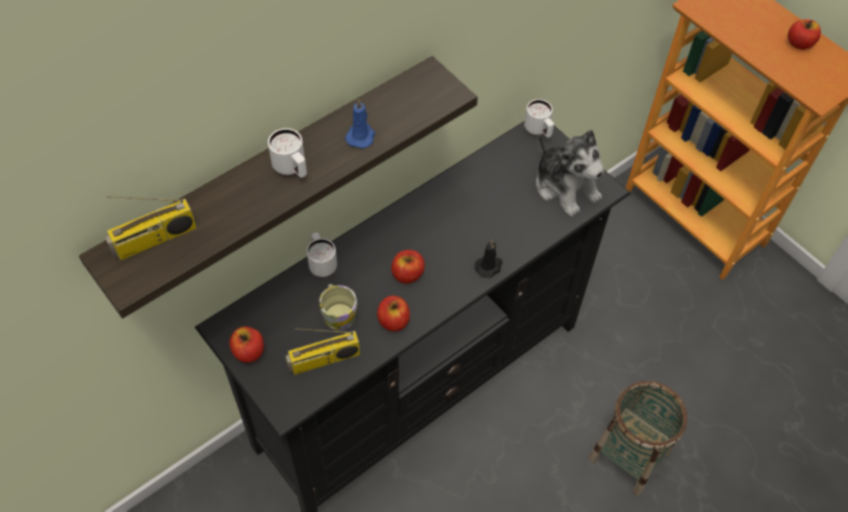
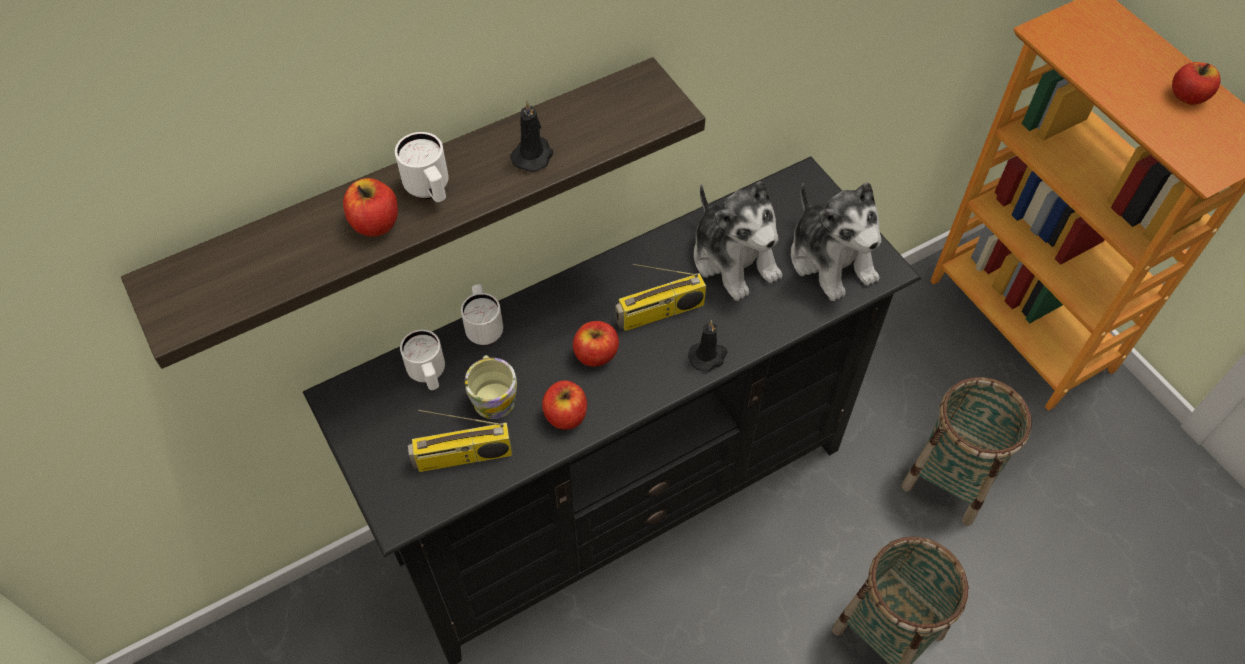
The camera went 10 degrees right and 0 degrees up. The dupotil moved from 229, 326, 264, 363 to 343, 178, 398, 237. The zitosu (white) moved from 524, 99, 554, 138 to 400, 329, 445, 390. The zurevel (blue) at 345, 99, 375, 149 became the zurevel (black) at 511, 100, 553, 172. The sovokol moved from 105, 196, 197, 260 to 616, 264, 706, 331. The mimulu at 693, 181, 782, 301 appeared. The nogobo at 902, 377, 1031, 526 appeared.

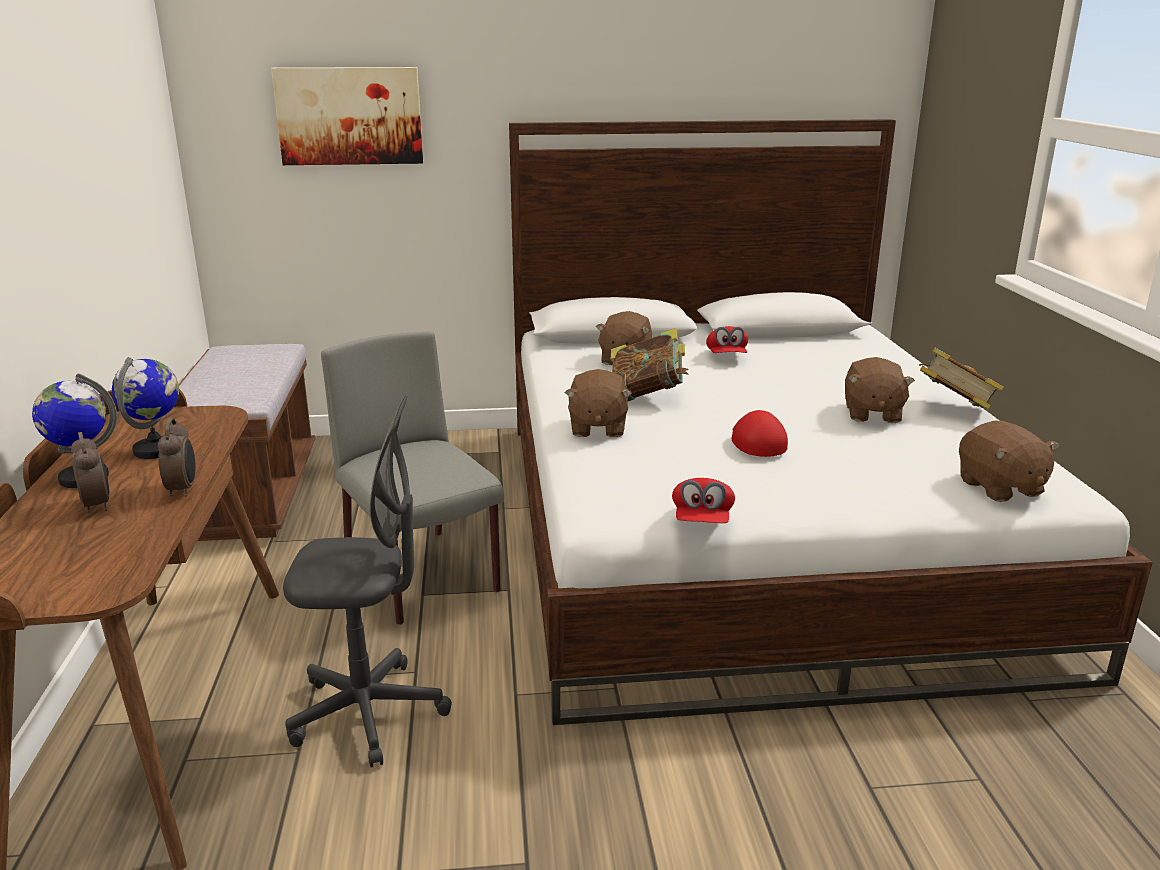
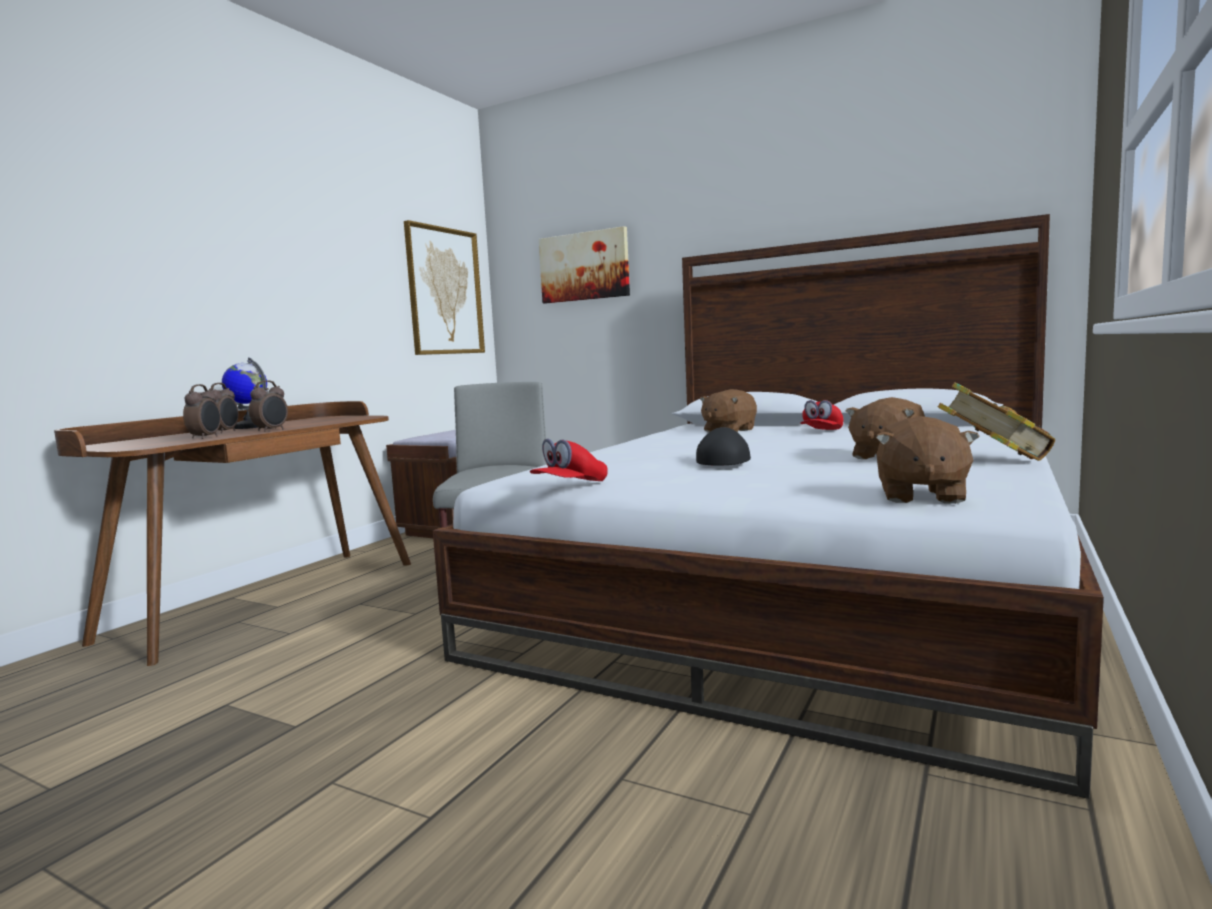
The camera went 35 degrees right and 15 degrees down. The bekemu at 183, 384, 221, 439 appeared. The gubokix at 404, 220, 485, 355 appeared. The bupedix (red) at 731, 410, 788, 457 became the bupedix (black) at 696, 427, 751, 466. The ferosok at 112, 357, 179, 459 disappeared. The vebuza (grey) at 283, 396, 452, 767 disappeared. The mimulu (brown) at 565, 369, 632, 437 disappeared. The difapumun at 611, 328, 688, 401 disappeared.

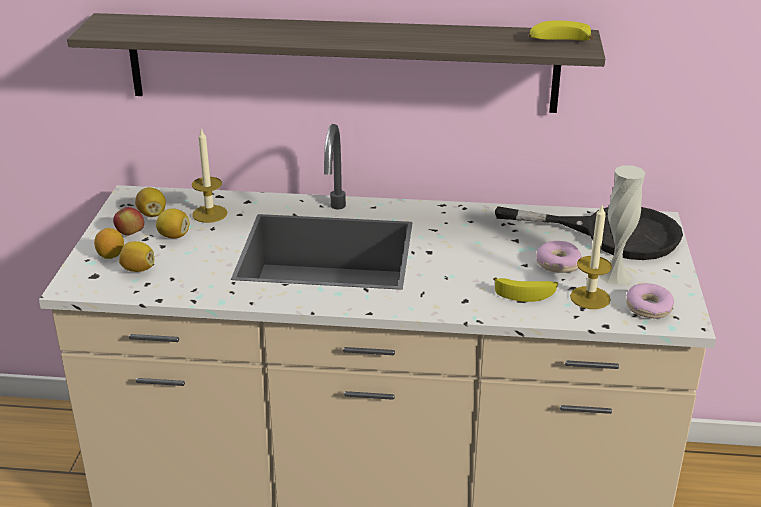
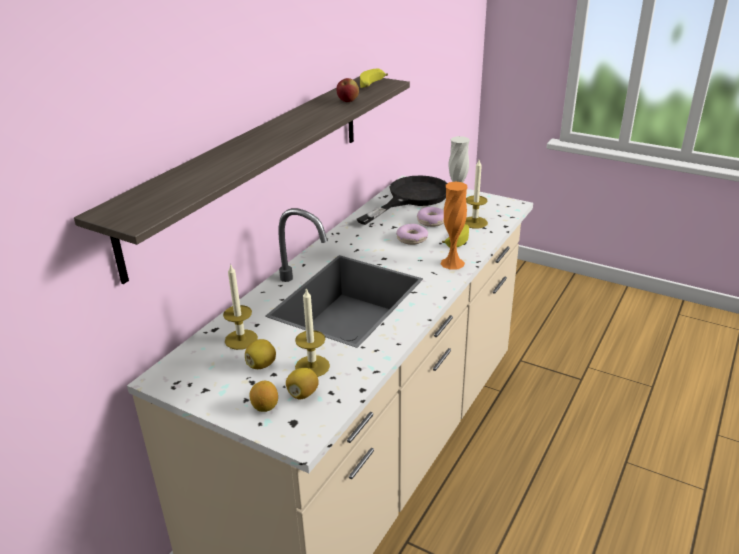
The camera went 65 degrees left and 0 degrees up. The zurevel at 295, 288, 330, 377 appeared. The dupotil moved from 113, 207, 144, 236 to 337, 78, 359, 102. The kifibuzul moved from 626, 283, 674, 318 to 396, 224, 428, 245. The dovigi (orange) at 440, 181, 468, 270 appeared. The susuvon at 135, 187, 166, 217 disappeared.

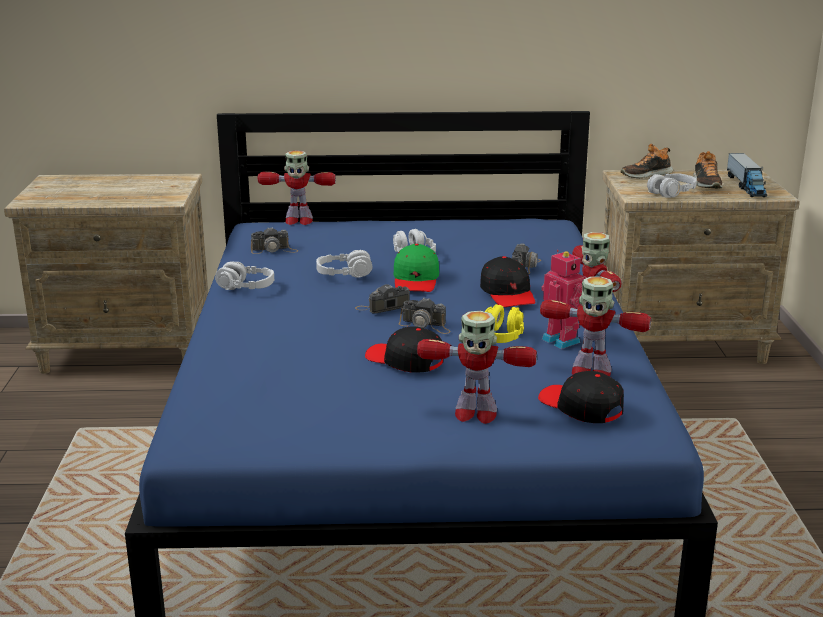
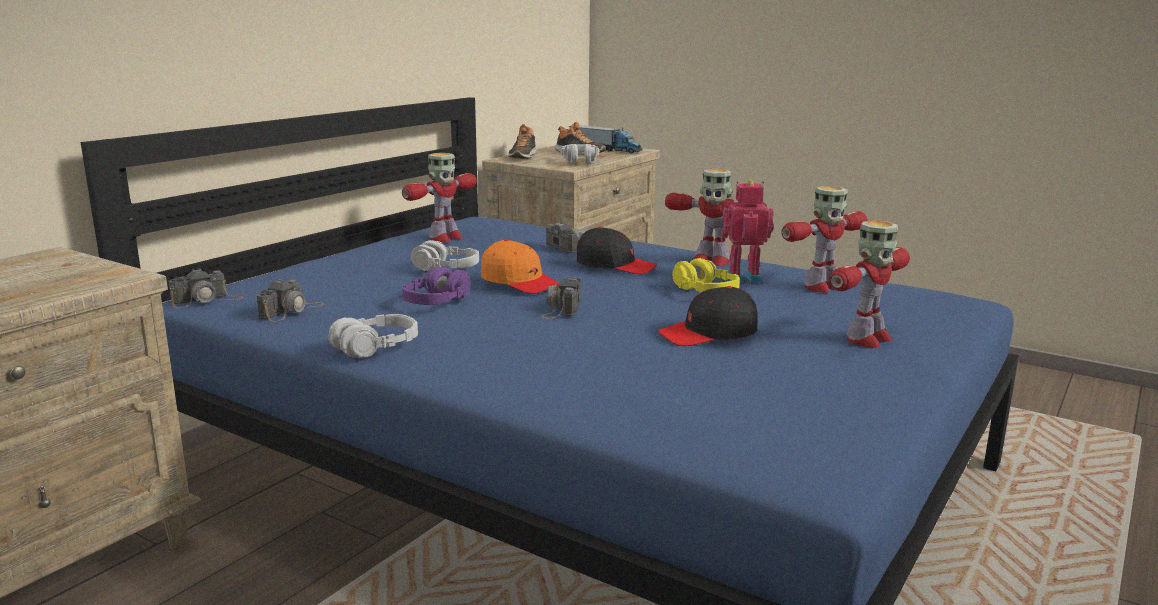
The camera went 55 degrees left and 5 degrees down. The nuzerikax moved from 399, 297, 451, 334 to 169, 268, 243, 308. The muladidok moved from 258, 150, 336, 225 to 402, 153, 477, 242. The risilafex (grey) at 316, 250, 372, 278 became the risilafex (purple) at 402, 267, 471, 305. The bupedix (green) at 393, 244, 439, 292 became the bupedix (orange) at 481, 239, 560, 294. The bupedix (black) at 538, 371, 624, 423 disappeared.

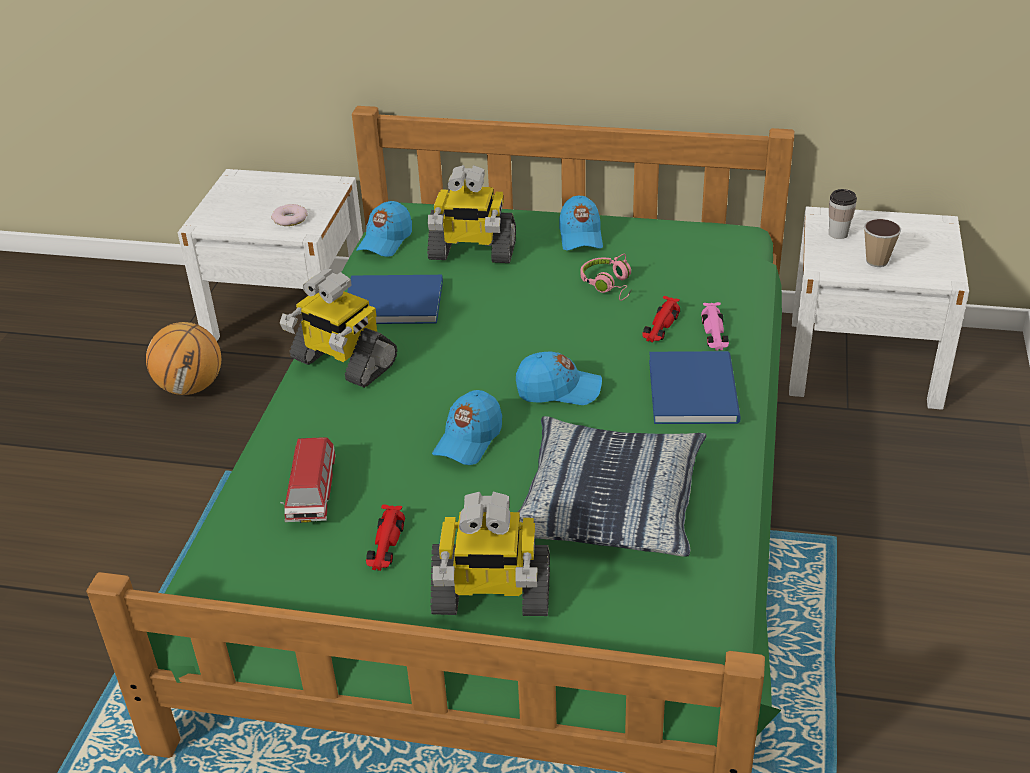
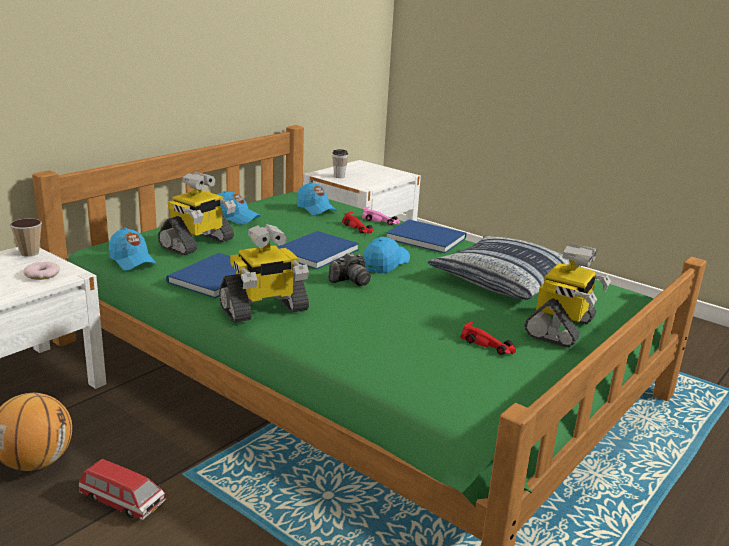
The camera went 65 degrees left and 15 degrees down. The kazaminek moved from 864, 219, 901, 267 to 10, 219, 42, 257. The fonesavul moved from 280, 437, 336, 523 to 79, 458, 166, 520. The difapumun (blue) at 278, 231, 359, 270 appeared. The bupedix (blue) moved from 432, 390, 502, 465 to 297, 182, 337, 215. The nuzerikax at 328, 252, 371, 286 appeared. The risilafex (pink) at 580, 253, 631, 301 disappeared.

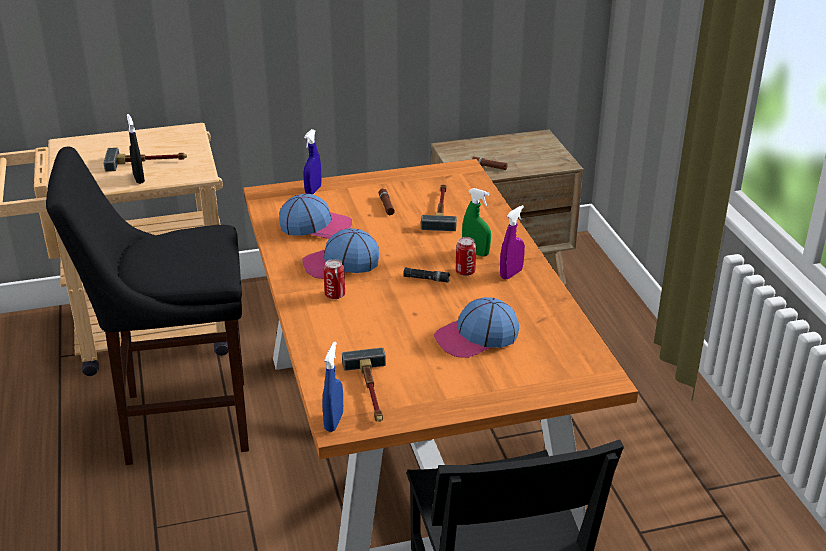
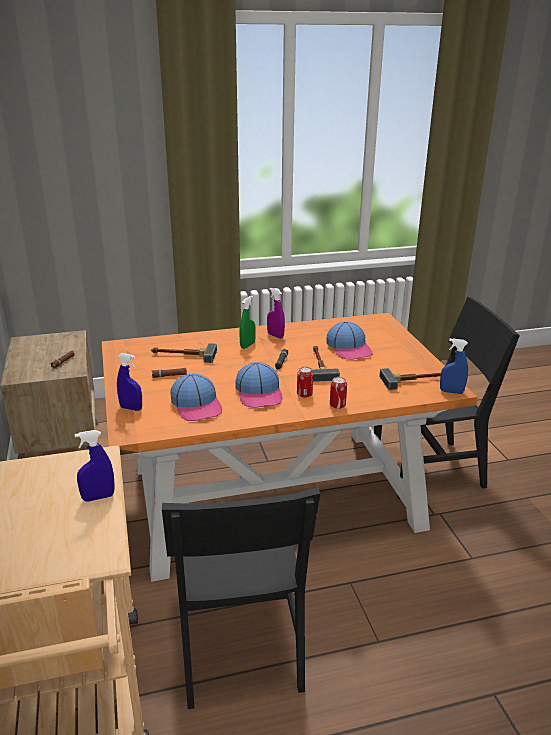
The camera went 90 degrees left and 5 degrees down. The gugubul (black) at 127, 114, 145, 184 became the gugubul (blue) at 75, 430, 114, 502. The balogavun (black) at 46, 147, 249, 465 was replaced by the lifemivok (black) at 162, 488, 320, 709. The bupedix at 279, 194, 352, 239 turned 150 degrees clockwise. The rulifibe moved from 103, 147, 187, 172 to 312, 346, 340, 382. The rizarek moved from 456, 237, 476, 276 to 330, 377, 347, 409.

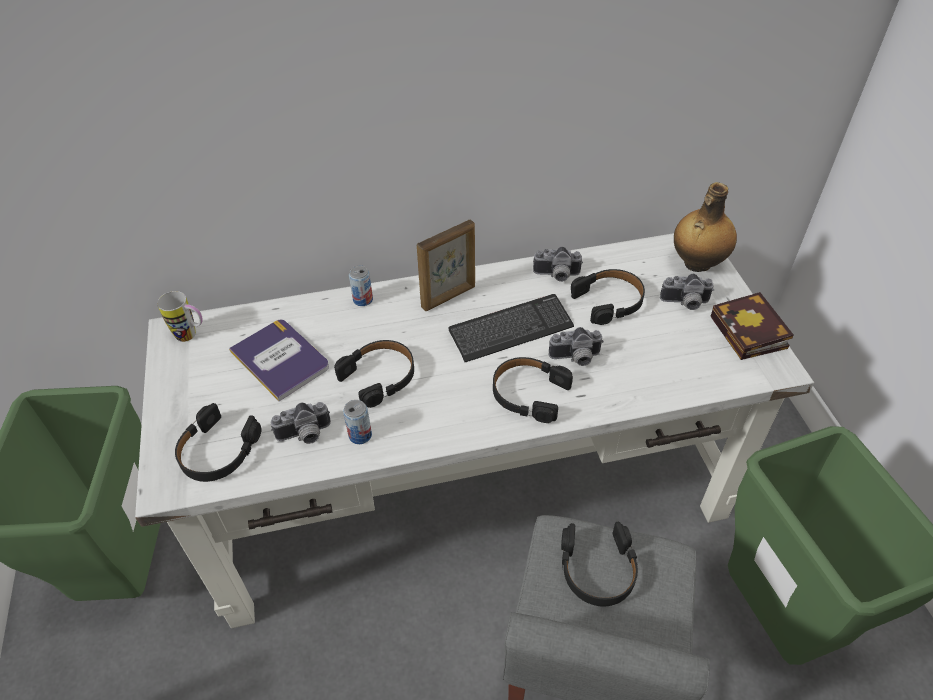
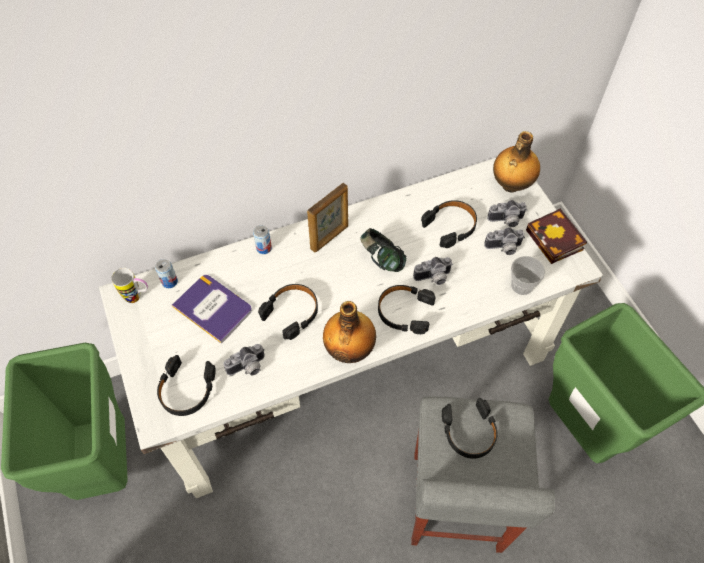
The camera went 10 degrees left and 10 degrees up. The rizarek moved from 343, 400, 372, 444 to 155, 259, 178, 288. The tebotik at 323, 301, 376, 363 appeared. The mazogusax at 449, 294, 574, 362 was replaced by the risilafex at 360, 228, 406, 272. The nuzerikax moved from 533, 247, 583, 282 to 484, 227, 525, 255. The kazaminek at 511, 256, 545, 295 appeared.

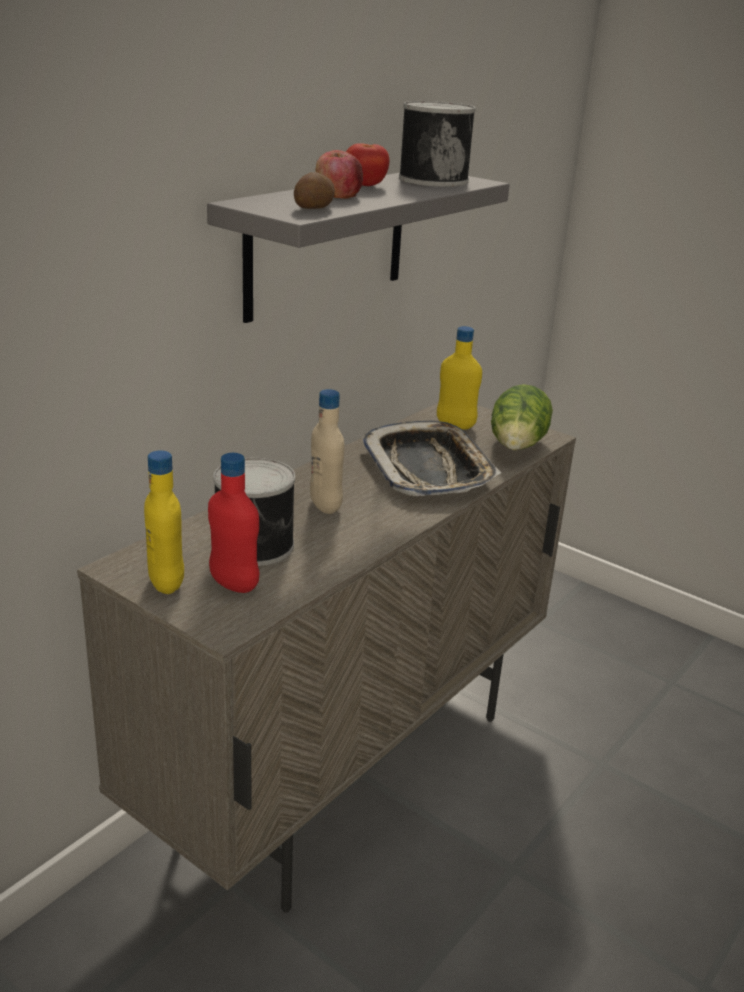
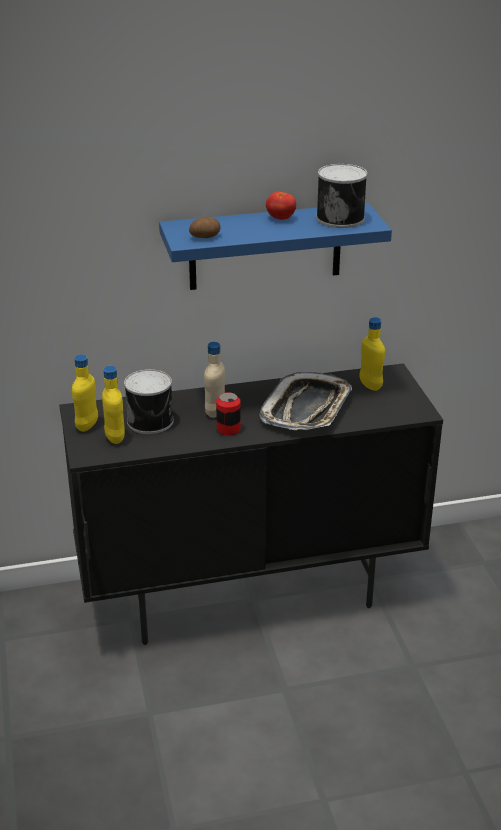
The camera went 40 degrees right and 5 degrees up. The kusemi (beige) at 77, 402, 576, 913 became the kusemi (black) at 59, 363, 443, 645. The tebotik (red) at 208, 453, 259, 593 became the tebotik (yellow) at 102, 366, 125, 444. The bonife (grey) at 207, 173, 510, 323 became the bonife (blue) at 159, 203, 392, 290. The rizarek at 216, 392, 241, 436 appeared. The dupotil at 316, 150, 363, 199 disappeared. The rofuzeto at 491, 384, 553, 450 disappeared.

